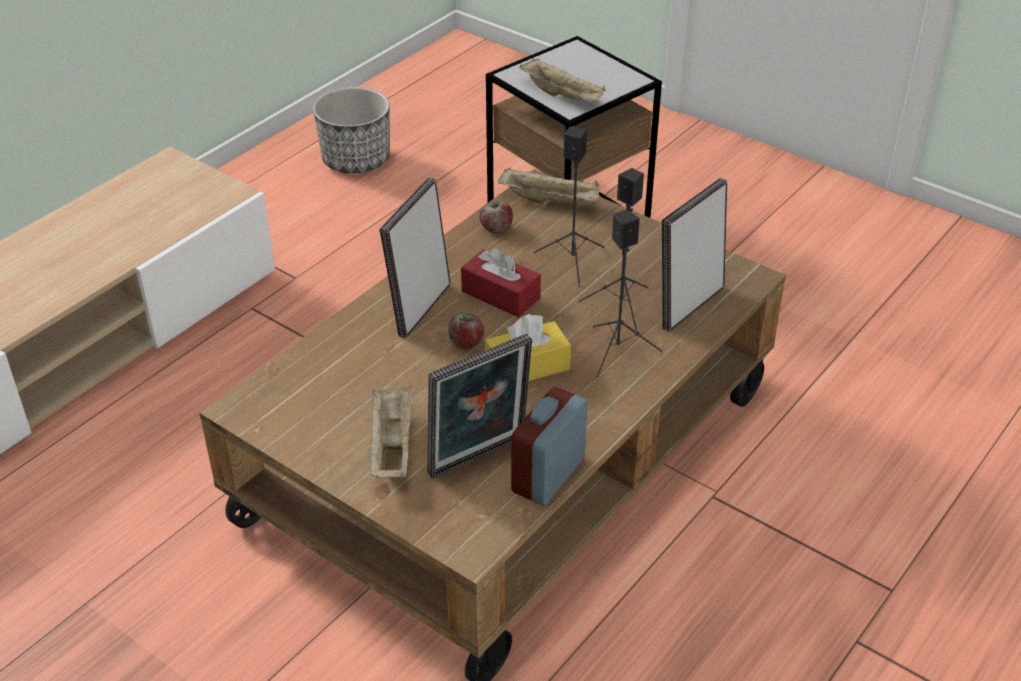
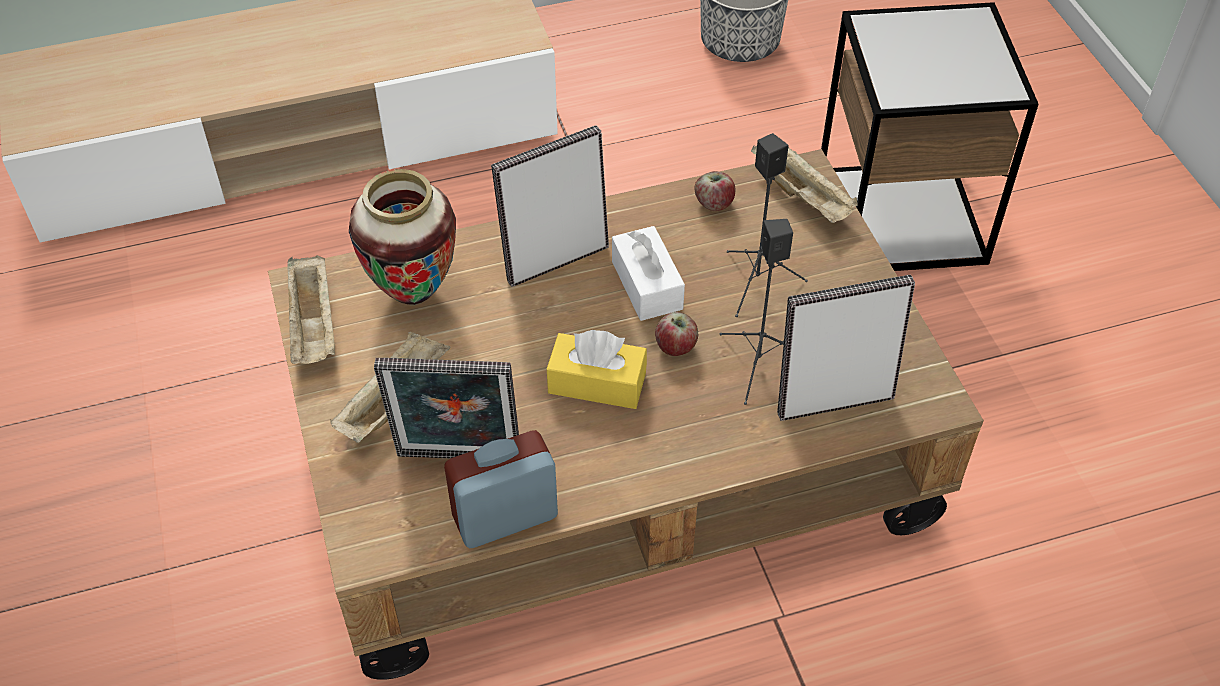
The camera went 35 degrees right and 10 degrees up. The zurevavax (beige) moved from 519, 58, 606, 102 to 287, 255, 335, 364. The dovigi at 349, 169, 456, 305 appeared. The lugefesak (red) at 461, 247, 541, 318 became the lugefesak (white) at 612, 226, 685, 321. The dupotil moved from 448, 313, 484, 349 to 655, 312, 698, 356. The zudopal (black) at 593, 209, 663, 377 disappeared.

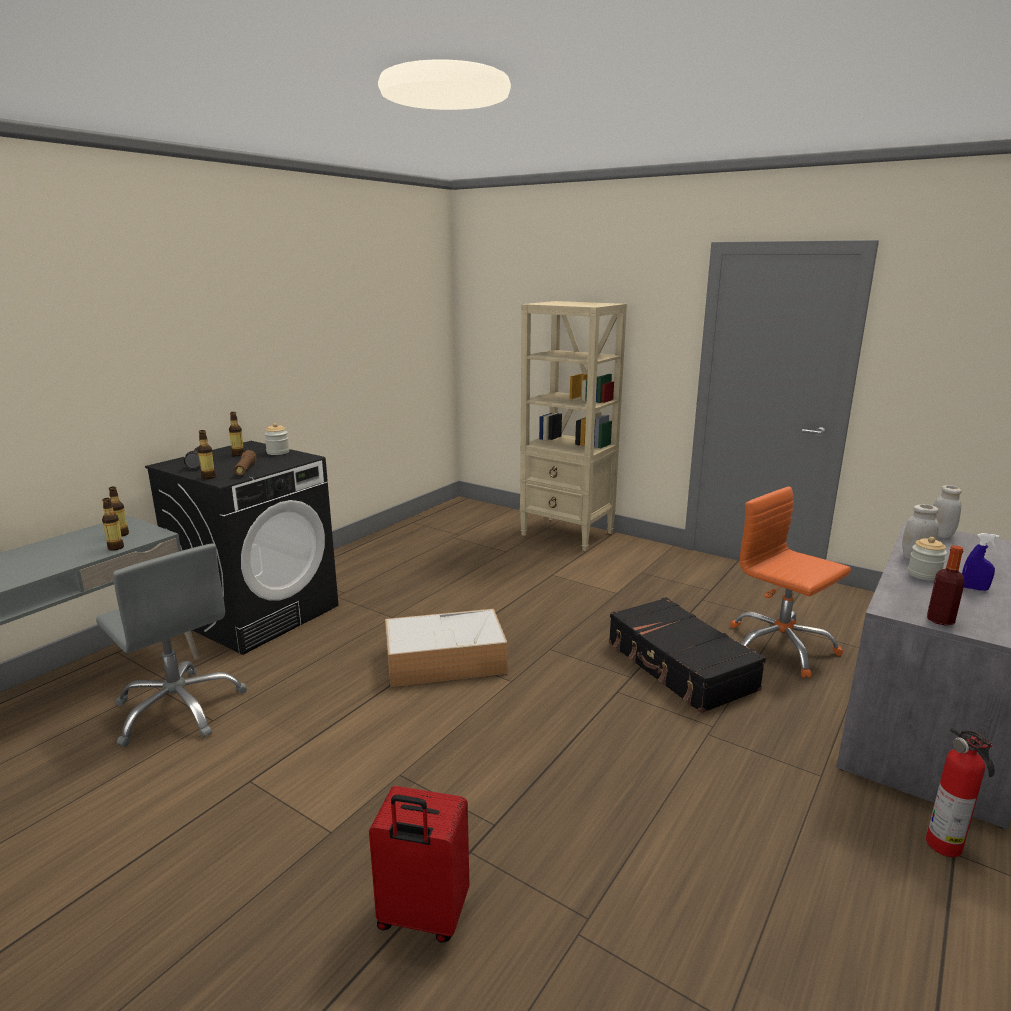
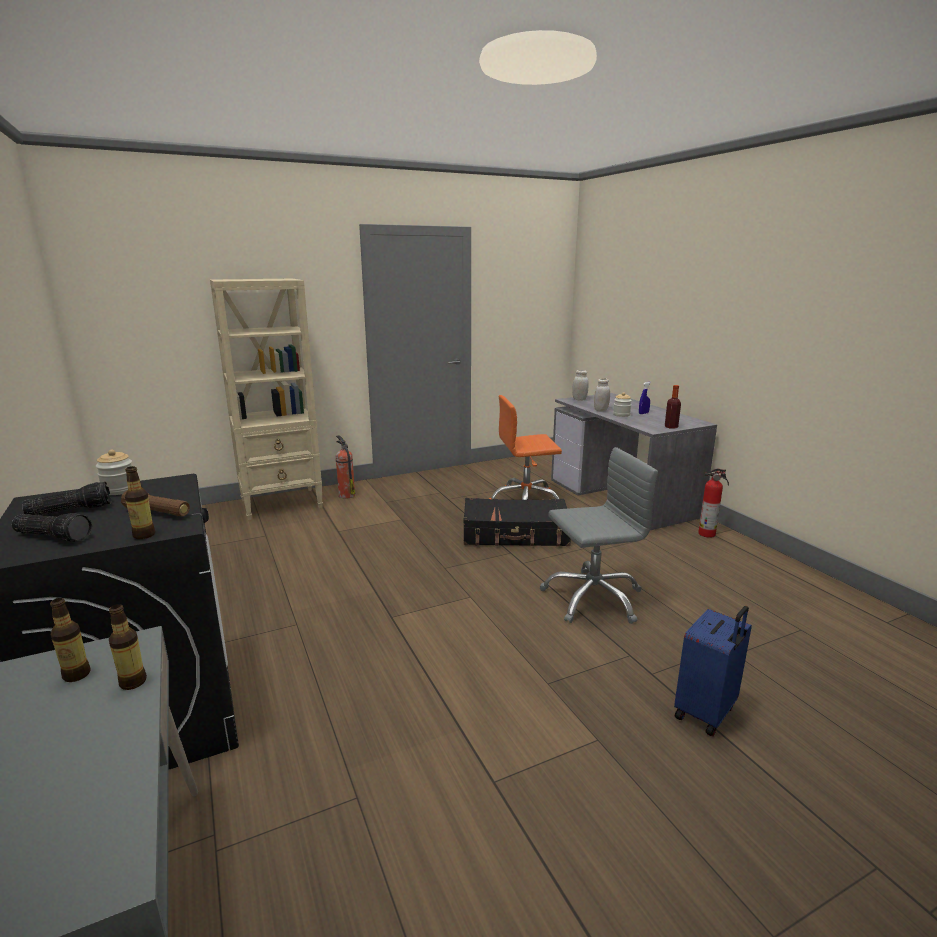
The camera went 60 degrees left and 0 degrees up. The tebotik at 229, 412, 245, 456 was replaced by the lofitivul at 22, 482, 112, 515. The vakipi at 336, 435, 355, 499 appeared. The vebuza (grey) moved from 96, 543, 247, 747 to 539, 447, 658, 624. The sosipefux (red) at 369, 786, 469, 943 became the sosipefux (blue) at 674, 606, 752, 736. The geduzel at 385, 609, 507, 687 disappeared.

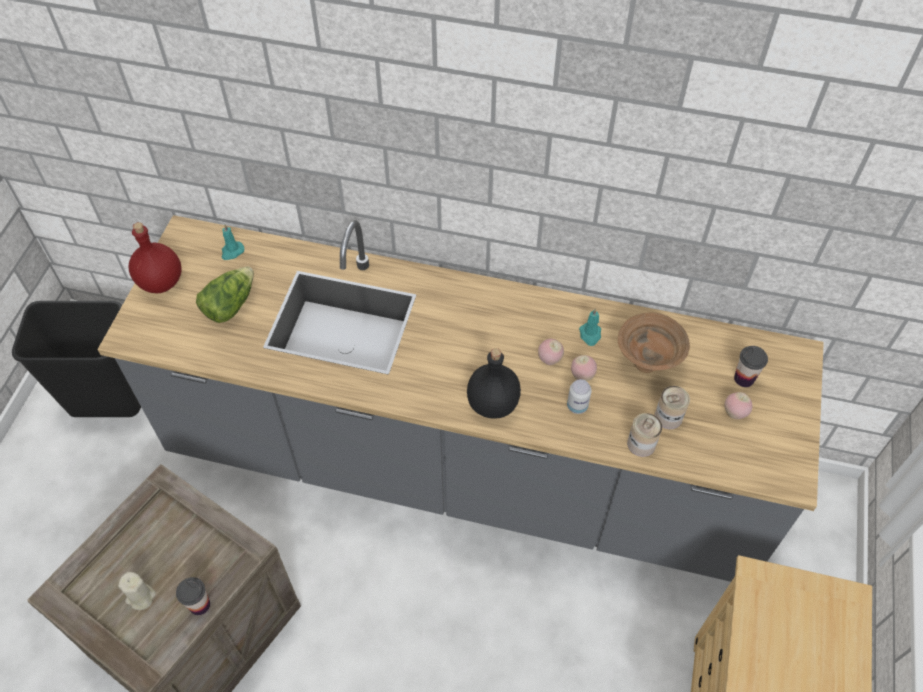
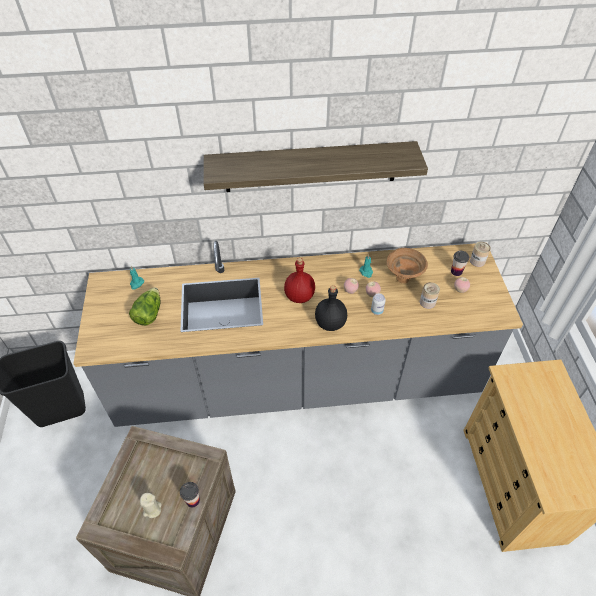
The camera went 20 degrees left and 5 degrees down. The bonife at 203, 141, 428, 192 appeared. The tebotik (red) moved from 129, 222, 182, 294 to 284, 258, 315, 303. The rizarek moved from 627, 413, 662, 457 to 470, 242, 491, 267.

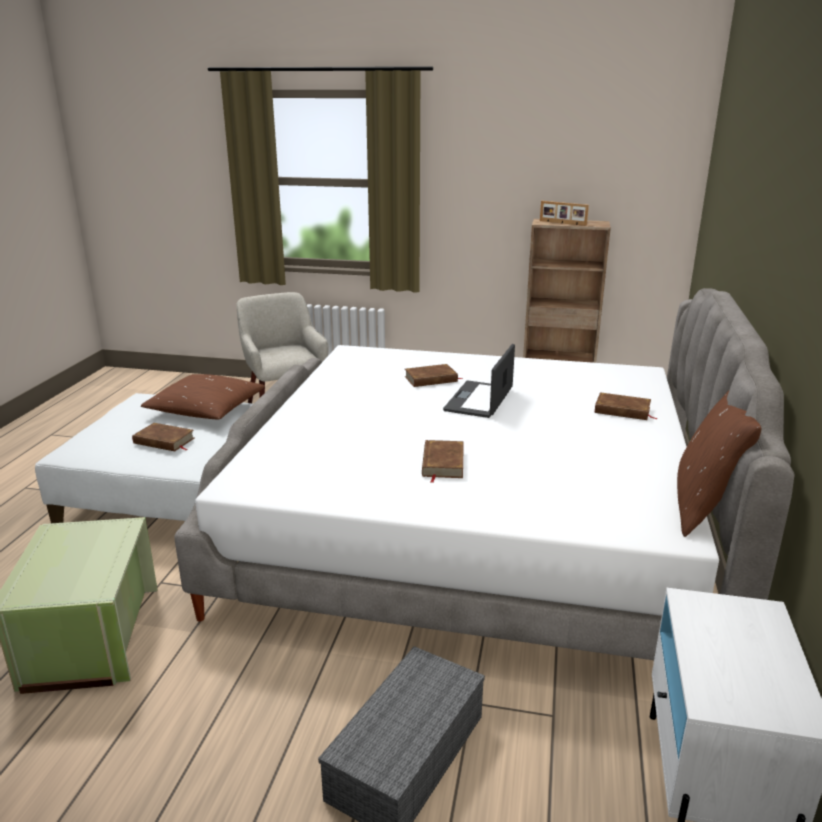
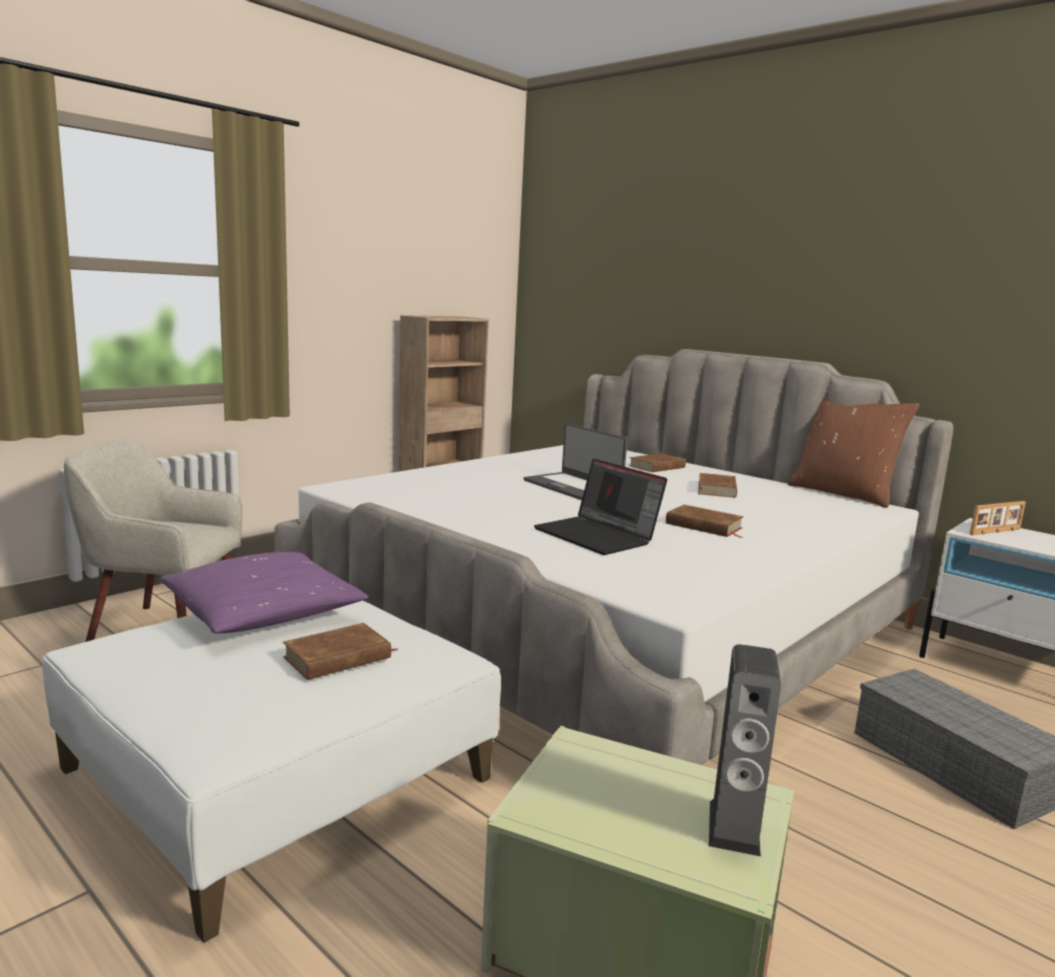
The camera went 60 degrees left and 10 degrees down. The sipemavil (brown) at 141, 374, 265, 420 became the sipemavil (purple) at 160, 552, 368, 633. The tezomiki at 534, 459, 667, 555 appeared. The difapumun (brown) moved from 405, 364, 462, 387 to 698, 473, 737, 498. The zudopal at 709, 644, 781, 857 appeared. The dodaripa moved from 540, 201, 589, 226 to 969, 501, 1026, 535.

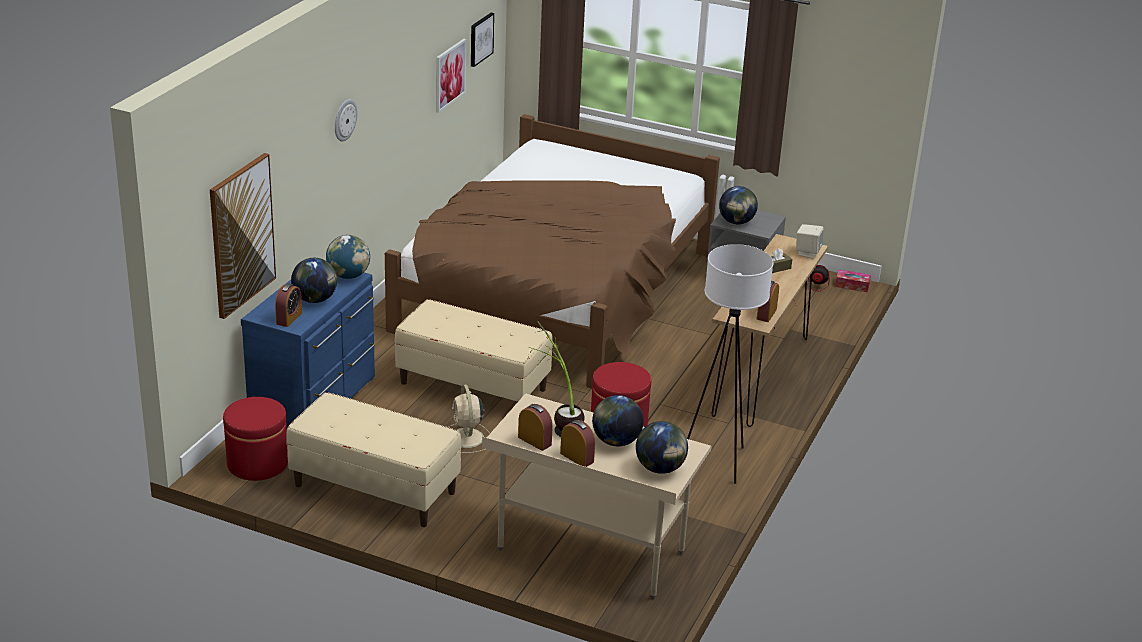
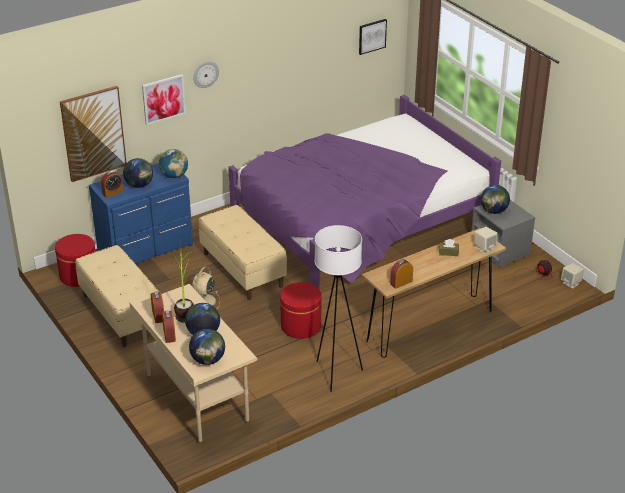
The camera went 35 degrees right and 5 degrees up. The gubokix moved from 436, 39, 466, 113 to 142, 74, 186, 125. The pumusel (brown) at 385, 114, 720, 389 became the pumusel (purple) at 228, 95, 501, 290. The lugefesak at 835, 269, 871, 292 was replaced by the zudopal (beige) at 561, 263, 584, 289.

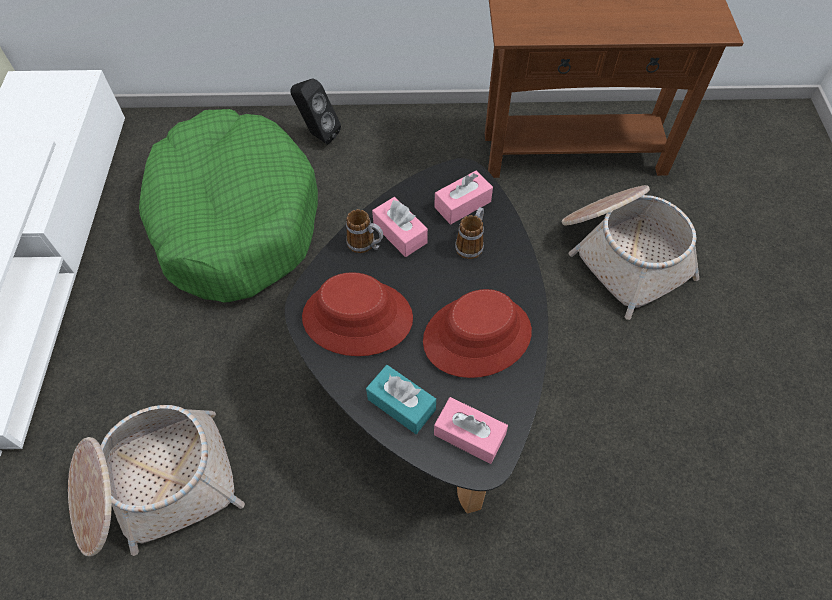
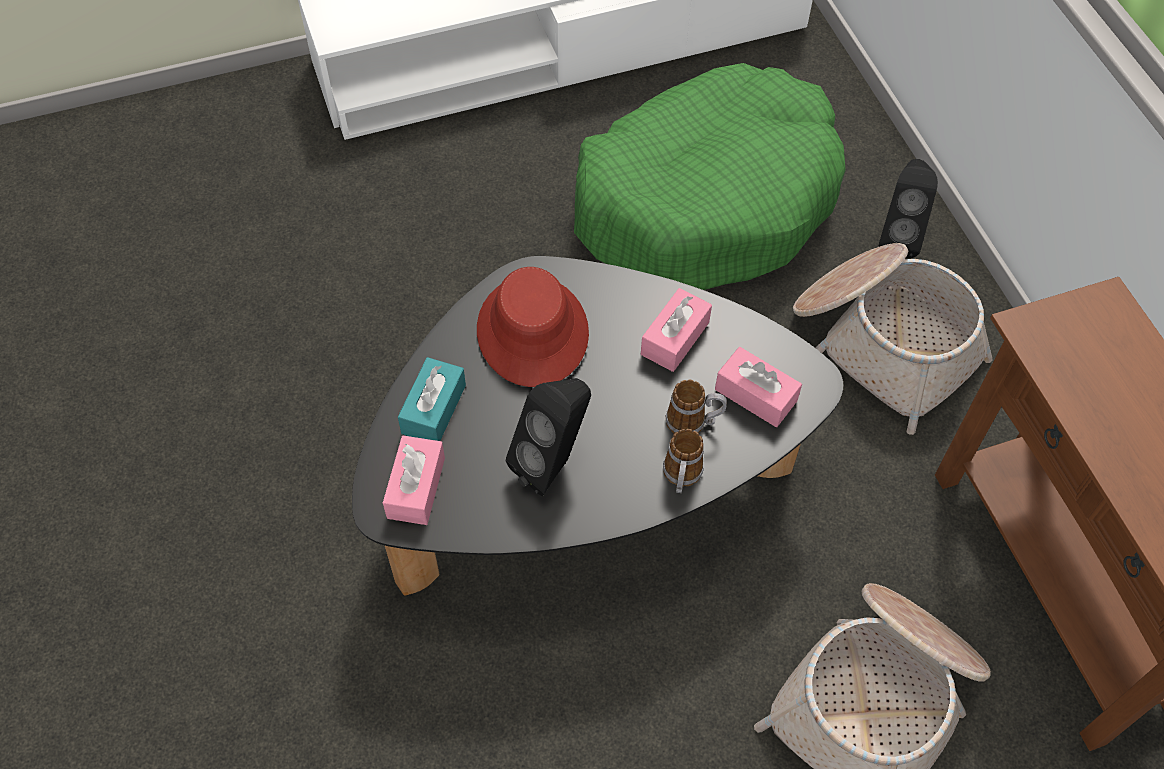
The camera went 70 degrees right and 0 degrees up. The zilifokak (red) at 423, 289, 532, 378 was replaced by the zudopal (black) at 506, 378, 591, 496. The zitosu moved from 346, 209, 383, 253 to 663, 429, 704, 493. The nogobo moved from 68, 405, 245, 556 to 793, 243, 993, 435.

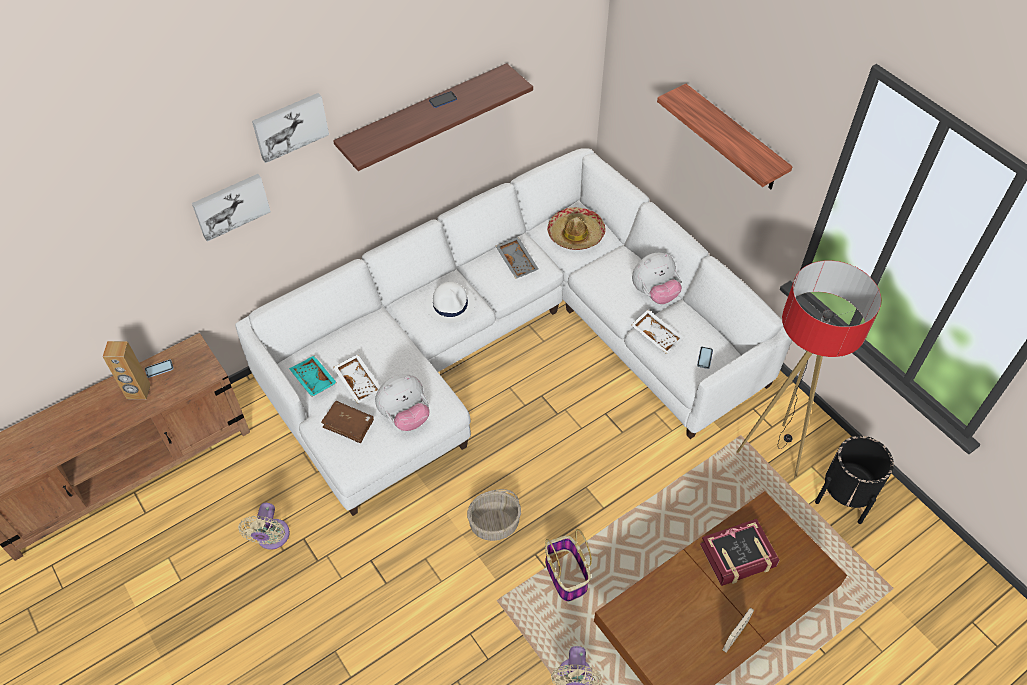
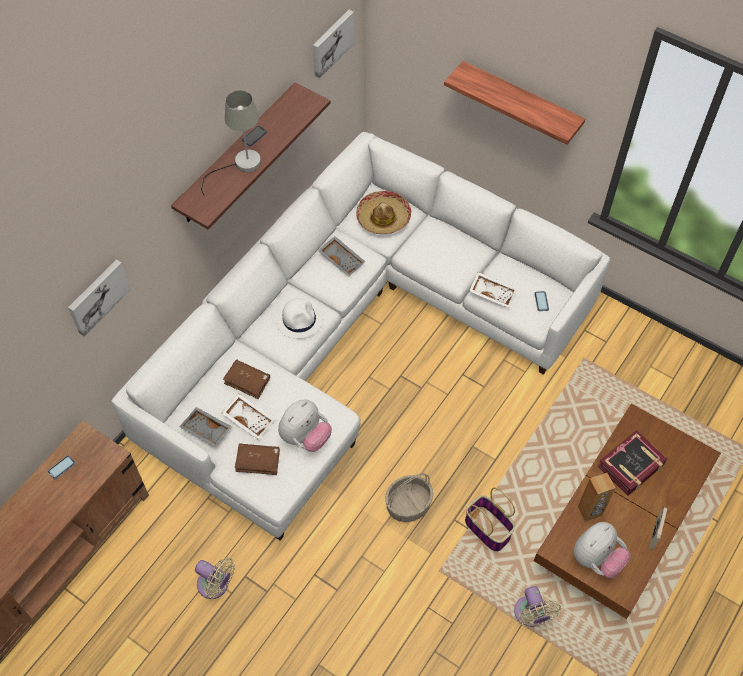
The camera went 20 degrees left and 5 degrees up. The zurevavax (turquoise) at 289, 356, 337, 397 became the zurevavax (grey) at 179, 407, 232, 447. The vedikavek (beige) at 238, 503, 290, 550 turned 45 degrees counterclockwise. The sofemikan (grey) at 201, 90, 261, 196 appeared. The difapumun (brown) at 223, 360, 270, 399 appeared. The gubokix moved from 252, 93, 329, 163 to 313, 10, 354, 79. The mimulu moved from 632, 253, 682, 304 to 573, 522, 631, 579. The zudopal (brown) moved from 103, 341, 151, 399 to 578, 473, 616, 522. The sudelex at 737, 260, 881, 479 disappeared. The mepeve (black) at 815, 436, 894, 524 disappeared.

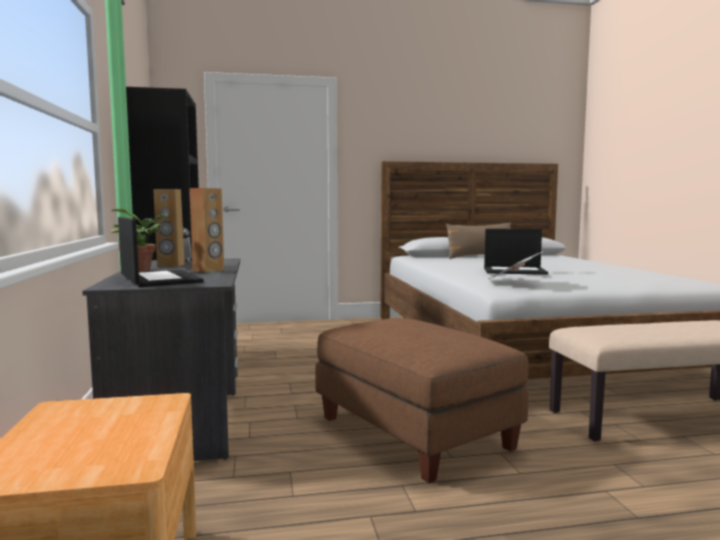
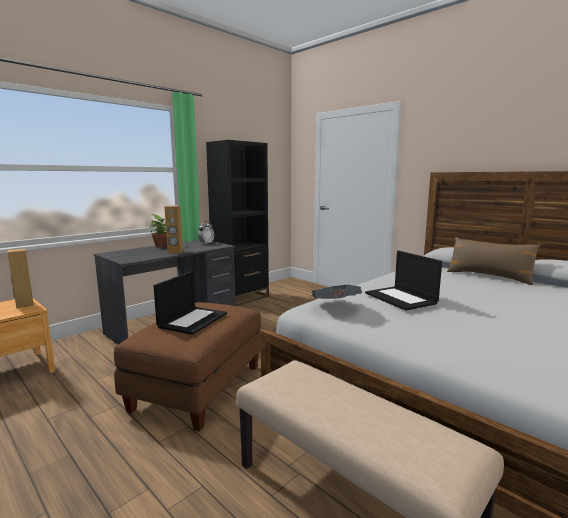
The camera went 55 degrees right and 5 degrees up. The zudopal (brown) moved from 153, 189, 185, 267 to 8, 248, 34, 308. The tezomiki moved from 118, 217, 204, 287 to 153, 271, 227, 335.

